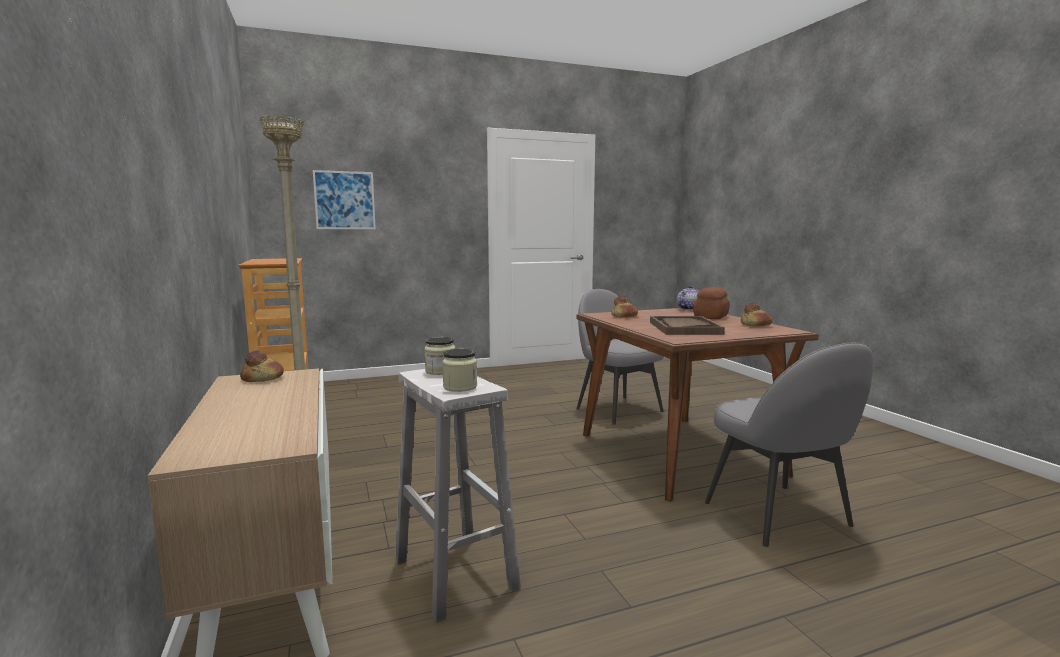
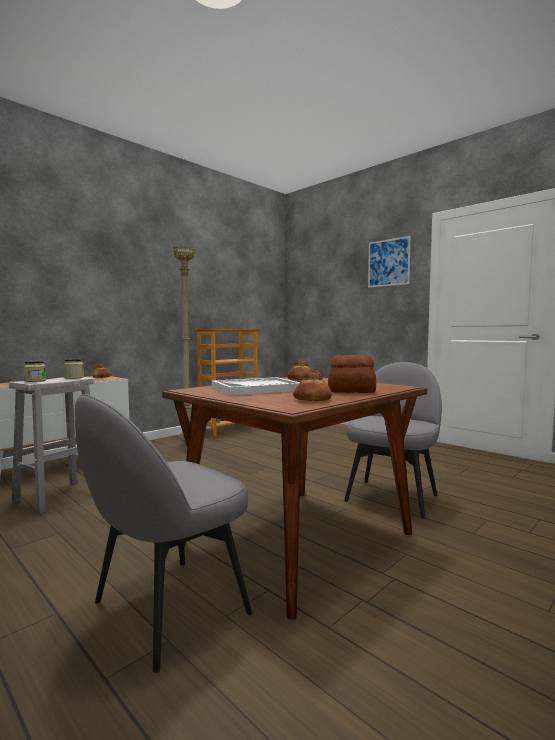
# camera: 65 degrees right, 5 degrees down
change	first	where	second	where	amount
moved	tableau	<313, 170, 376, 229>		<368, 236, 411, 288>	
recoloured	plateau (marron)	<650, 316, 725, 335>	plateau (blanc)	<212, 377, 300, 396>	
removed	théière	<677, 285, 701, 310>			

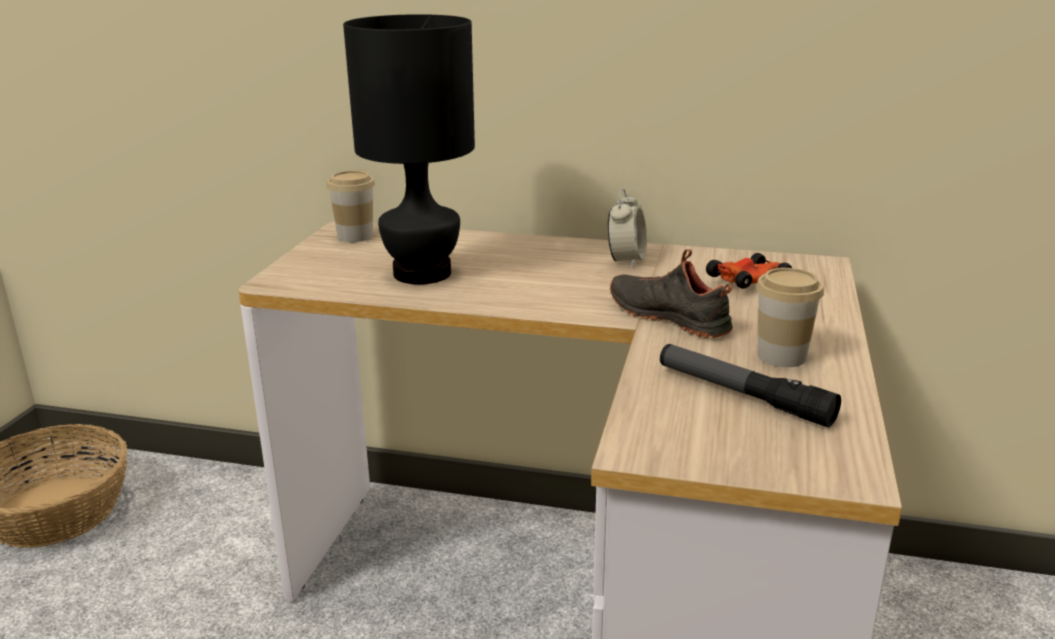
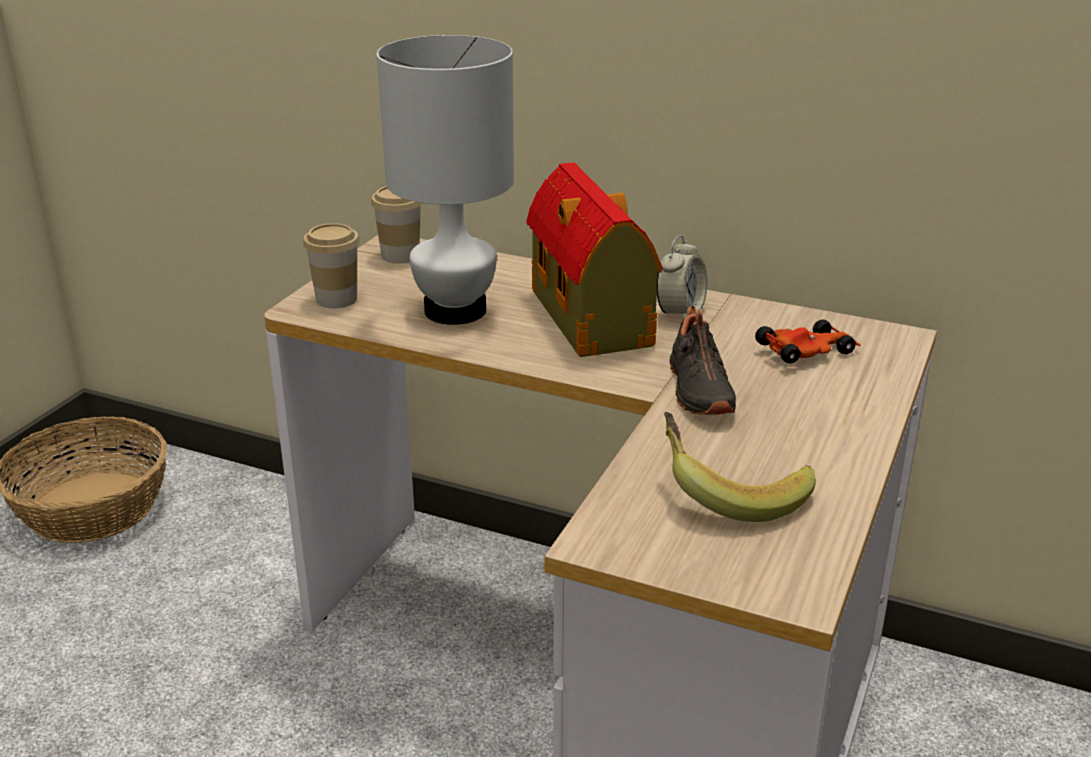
# camera: 10 degrees right, 5 degrees up
change	first	where	second	where	amount
recoloured	lampe de table (noir)	<343, 14, 475, 284>	lampe de table (blanc)	<377, 35, 514, 325>	
turned	chaussure (noir)	<610, 249, 733, 338>		<669, 306, 736, 415>	150 degrees counterclockwise
replaced	lampe de poche	<660, 344, 841, 427>	banane	<664, 412, 816, 522>	
moved	tasse	<756, 268, 824, 367>		<303, 223, 360, 308>	
added			maison miniature	<527, 162, 663, 357>	

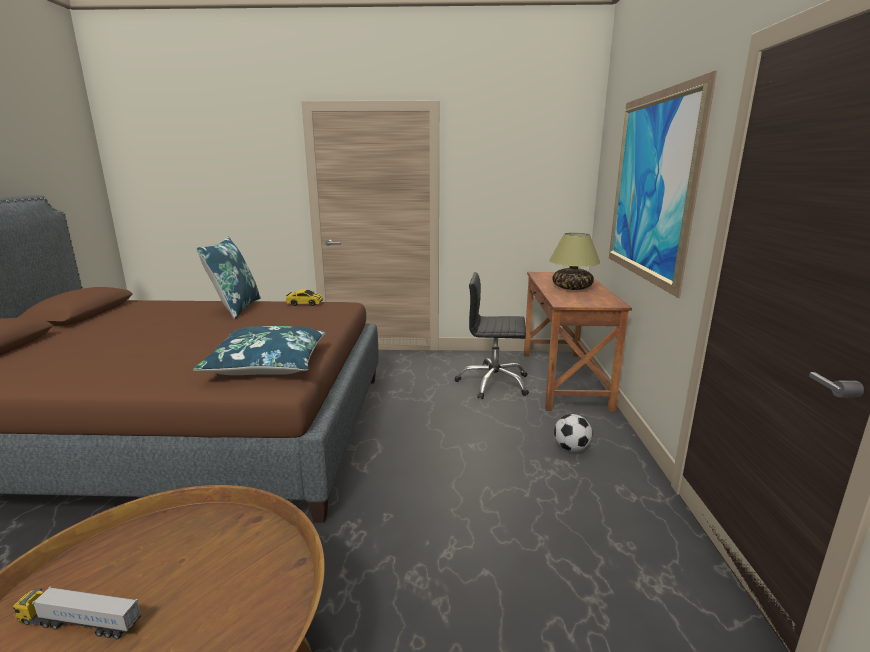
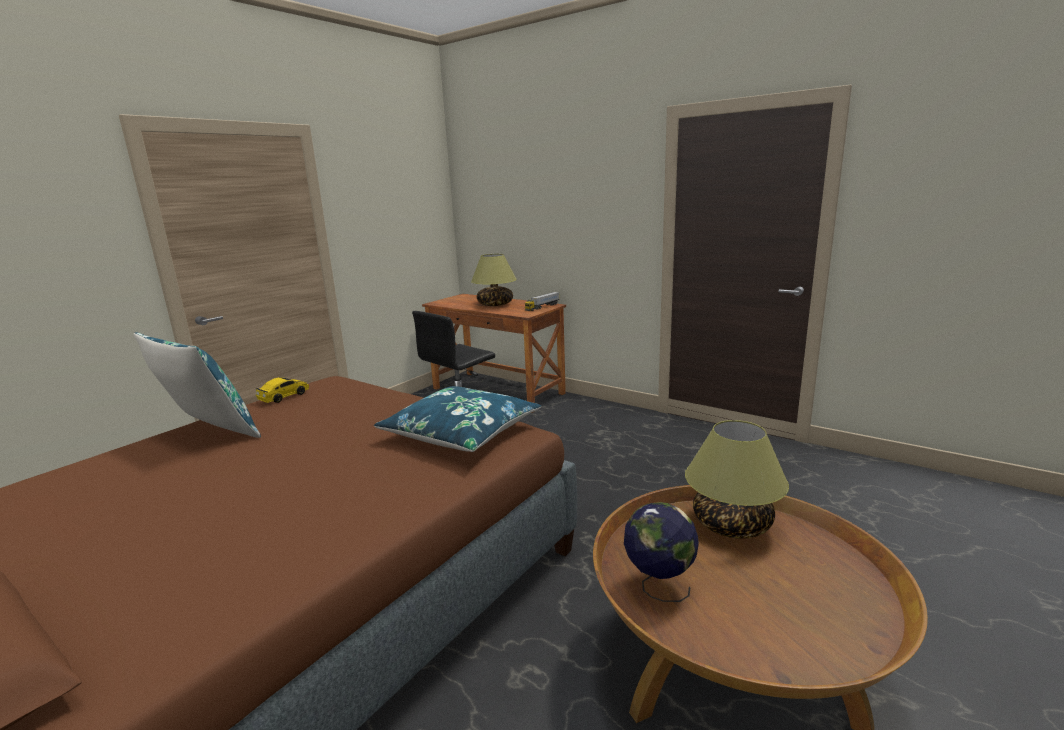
# camera: 55 degrees left, 0 degrees up
change	first	where	second	where	amount
moved	camion jouet	<12, 586, 141, 639>		<525, 292, 559, 311>	
removed	ballon de foot	<554, 414, 592, 452>			
removed	tableau	<609, 70, 717, 298>			
added			globe	<624, 502, 699, 602>	
added			lampe de table	<685, 420, 789, 539>	

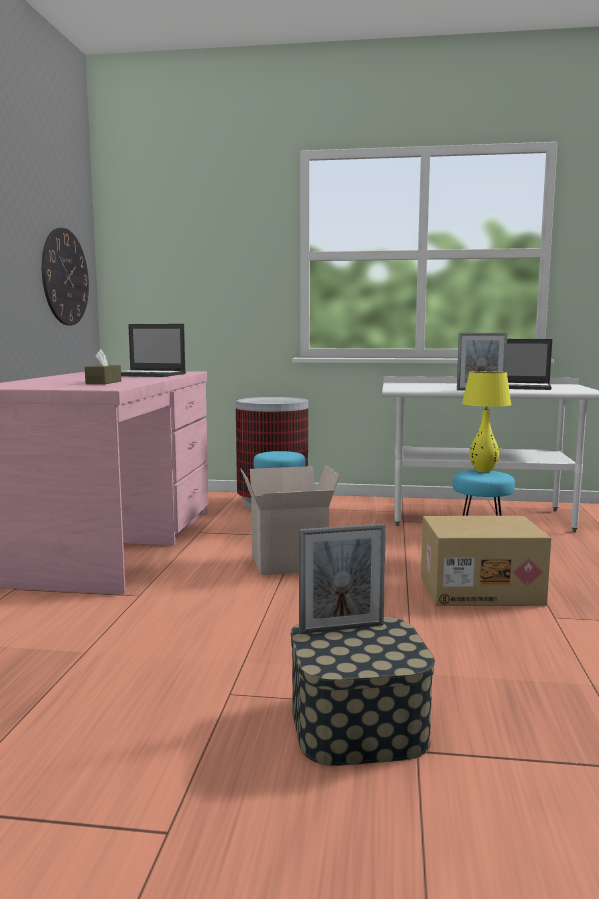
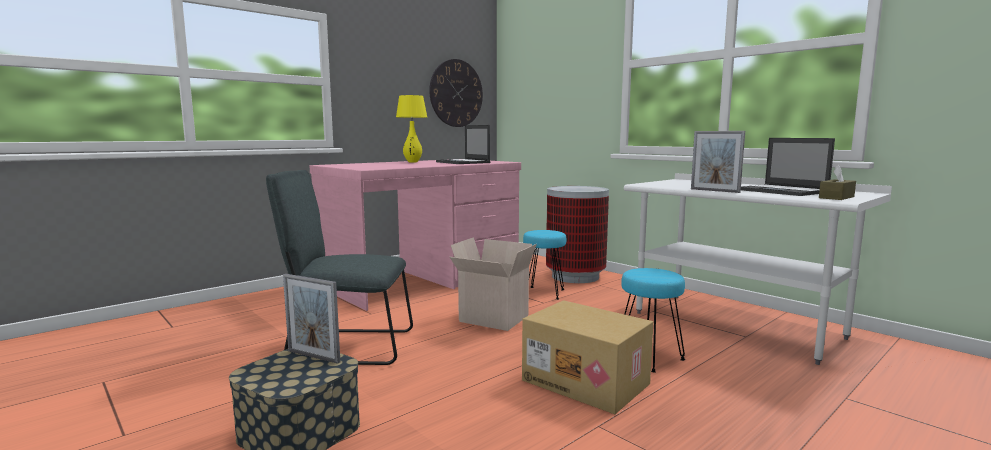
# camera: 40 degrees right, 0 degrees up
change	first	where	second	where	amount
moved	boîte à mouchoirs (marron)	<85, 349, 121, 384>		<819, 165, 856, 200>	
moved	lampe de table (jaune)	<462, 371, 511, 472>		<396, 95, 427, 163>	
added			chaise (gris)	<266, 170, 413, 365>	

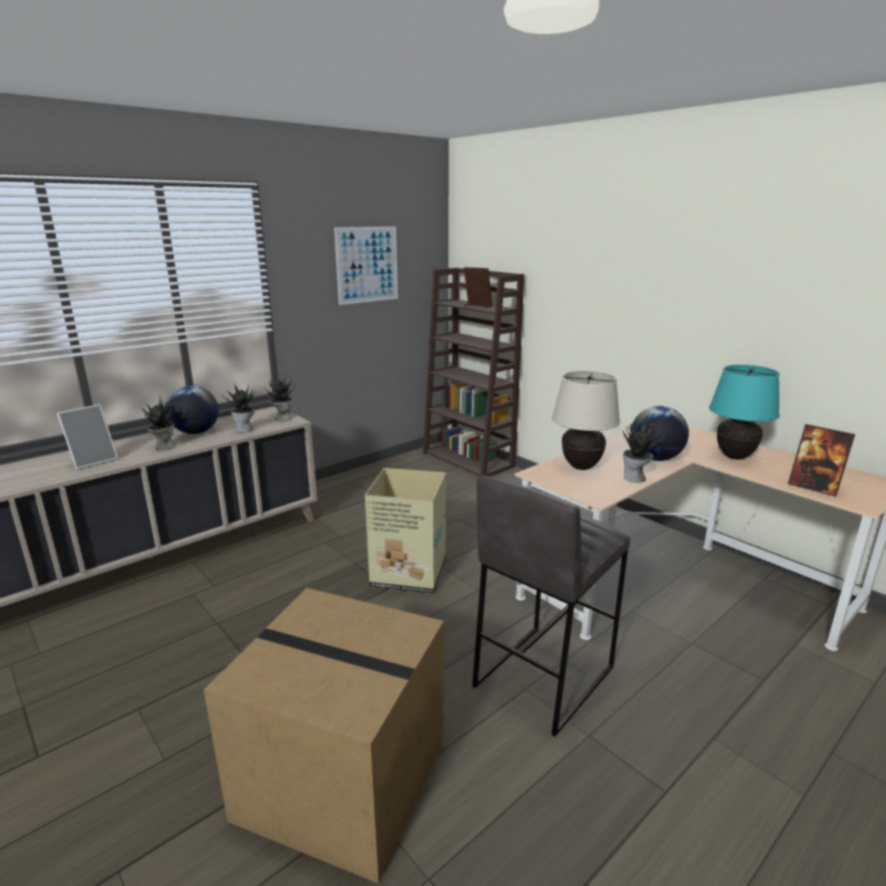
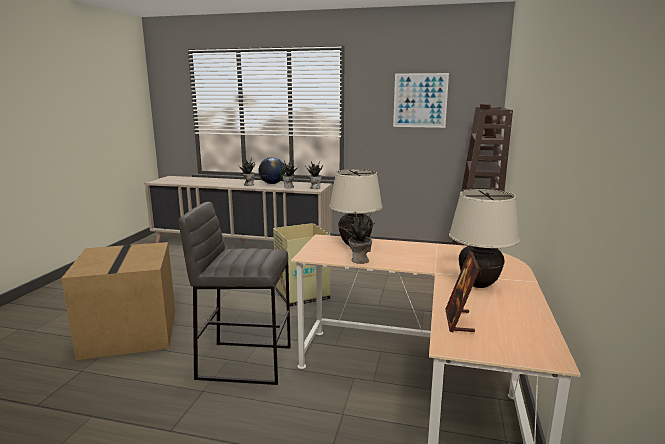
# camera: 55 degrees right, 5 degrees down
change	first	where	second	where	amount
removed	cadre photo	<57, 404, 118, 470>			
removed	globe	<630, 406, 689, 461>			
recoloured	lampe de table (turquoise)	<709, 365, 780, 460>	lampe de table (beige)	<449, 189, 520, 288>	

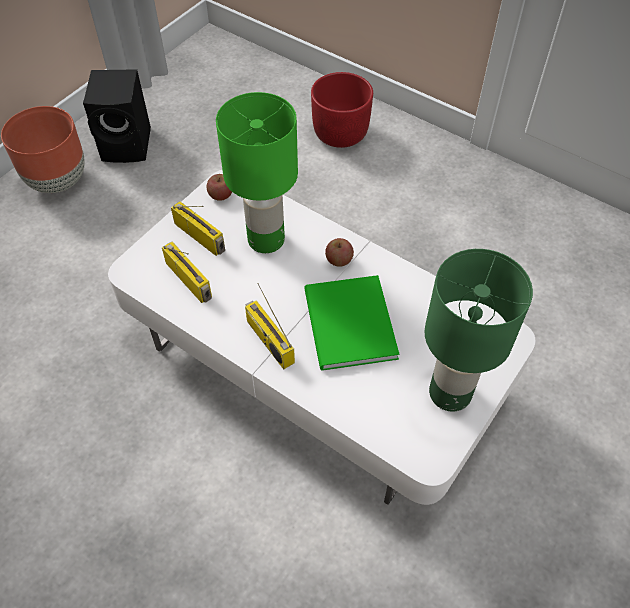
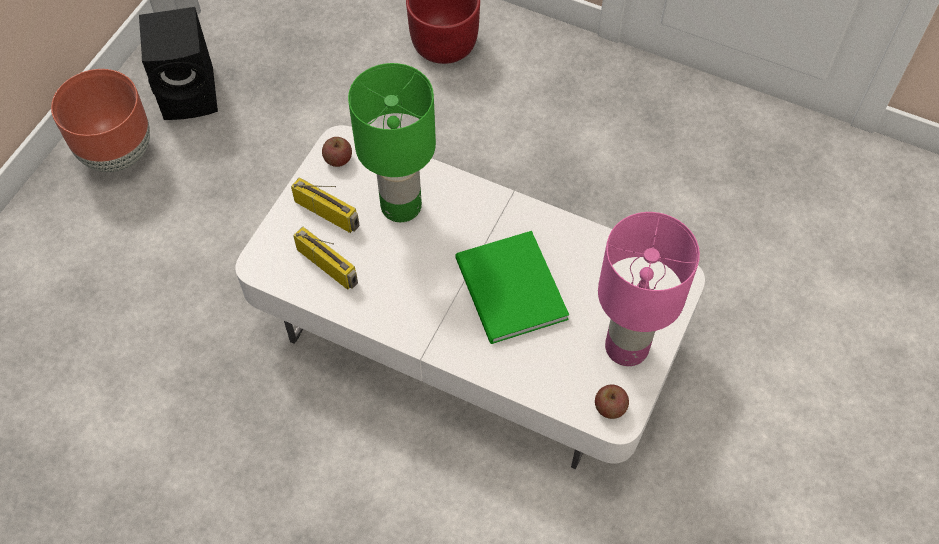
# camera: 10 degrees left, 5 degrees up
change	first	where	second	where	amount
removed	radio	<245, 283, 295, 370>			
moved	pomme	<325, 238, 354, 267>		<595, 384, 629, 419>	
recoloured	lampe de table (vert)	<424, 249, 533, 412>	lampe de table (rose)	<598, 212, 700, 366>	

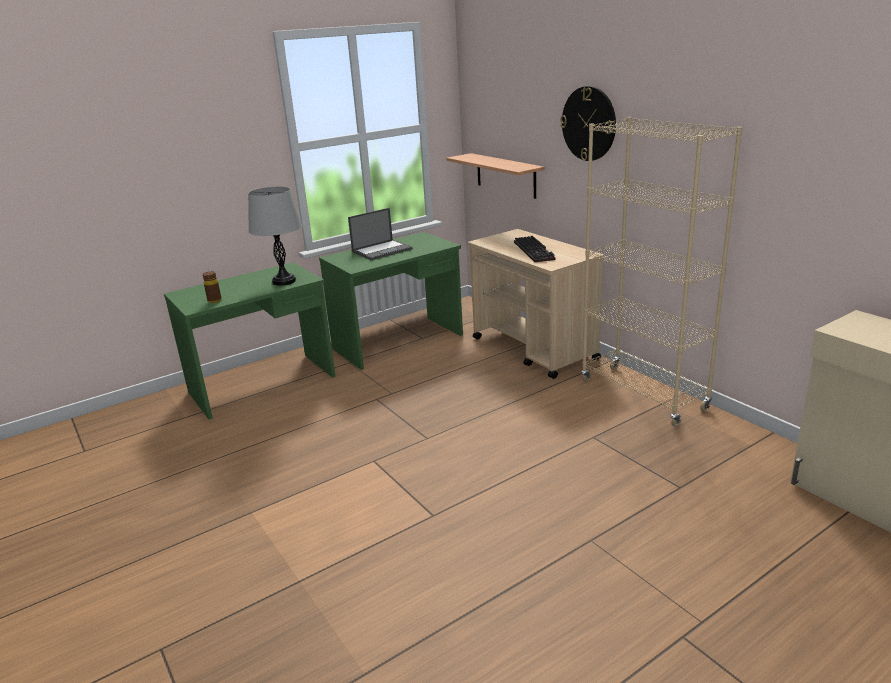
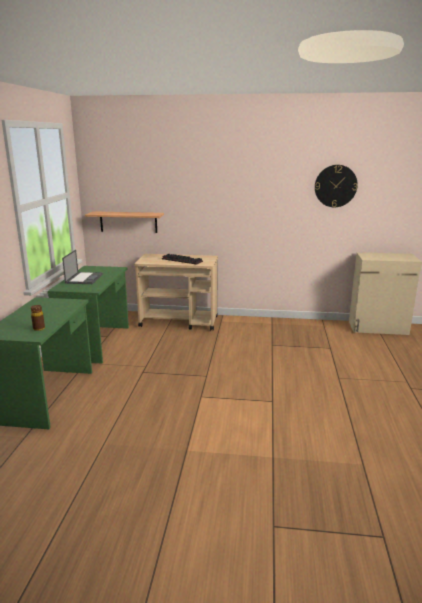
# camera: 50 degrees left, 5 degrees down
change	first	where	second	where	amount
removed	lampe de table (gris)	<248, 186, 302, 286>			
moved	horloge murale	<560, 86, 616, 161>		<315, 165, 358, 207>	
removed	bibliothèque (beige)	<581, 117, 743, 427>			

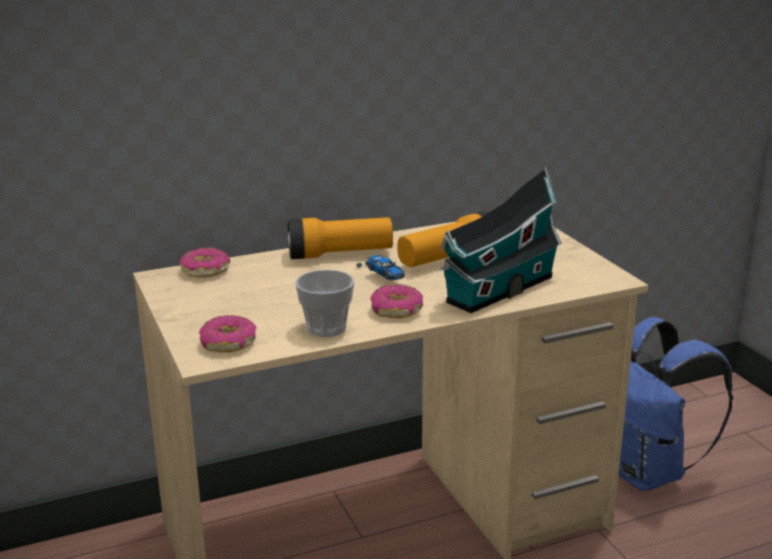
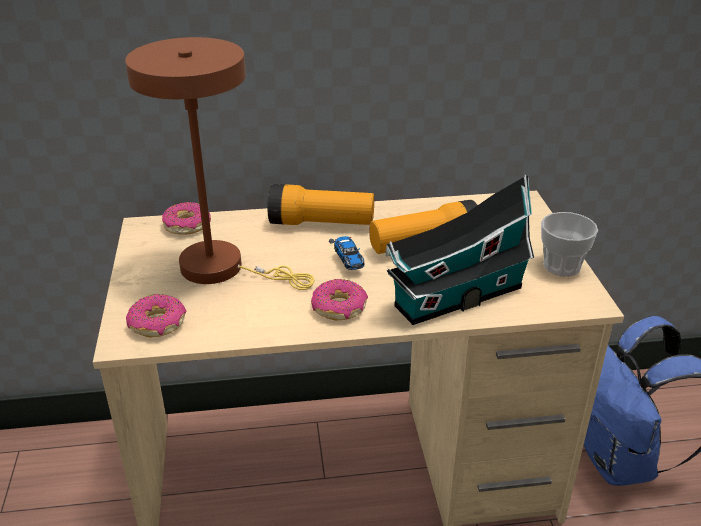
# camera: 15 degrees right, 10 degrees up
change	first	where	second	where	amount
moved	tasse	<295, 270, 354, 337>		<541, 212, 598, 277>	
added			lampe de table (marron)	<125, 37, 314, 290>	

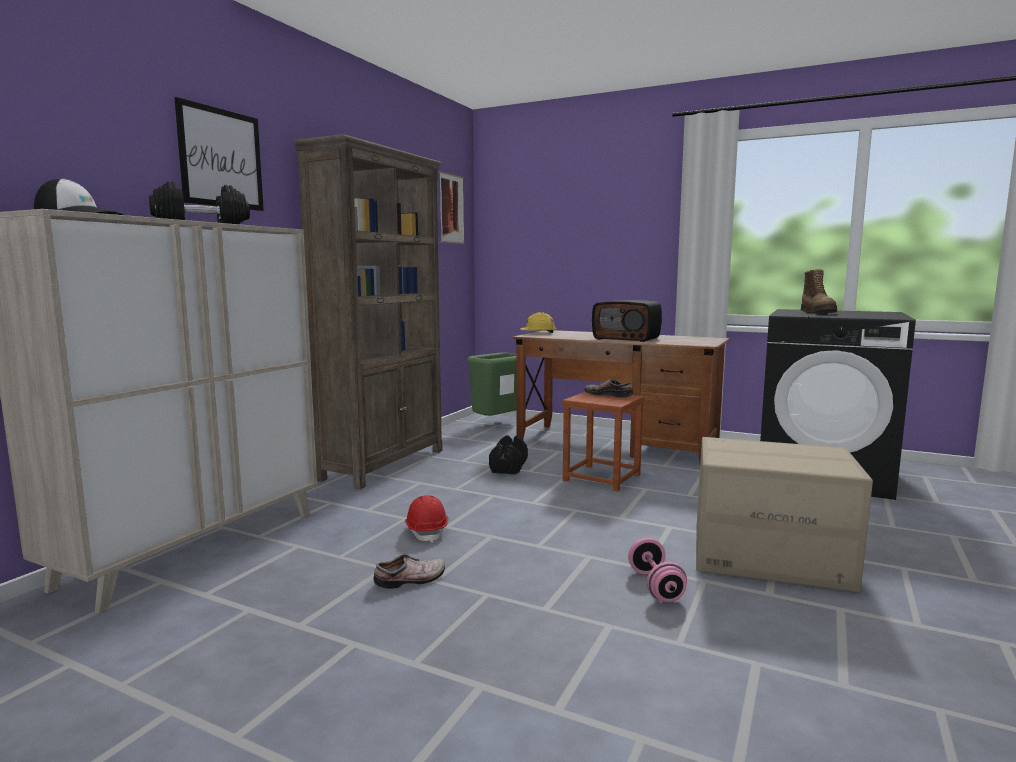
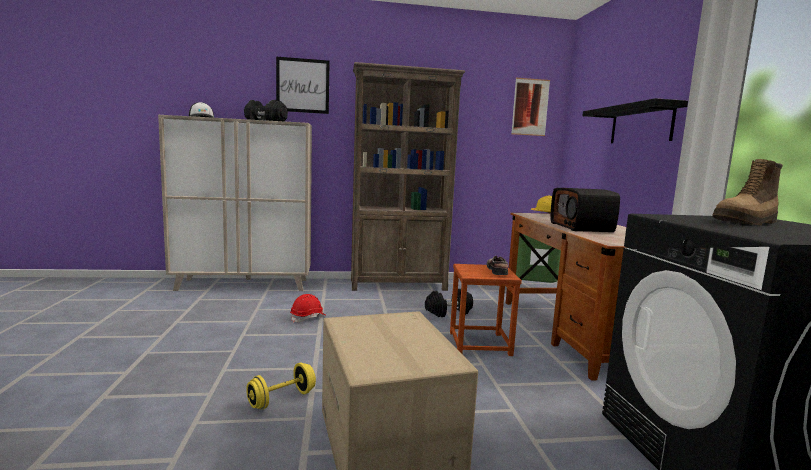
# camera: 55 degrees right, 0 degrees up
change	first	where	second	where	amount
removed	chaussure	<374, 554, 445, 589>			
recoloured	haltère (rose)	<628, 538, 687, 602>	haltère (jaune)	<246, 363, 316, 409>	
added			étagère (noir)	<583, 98, 688, 143>	

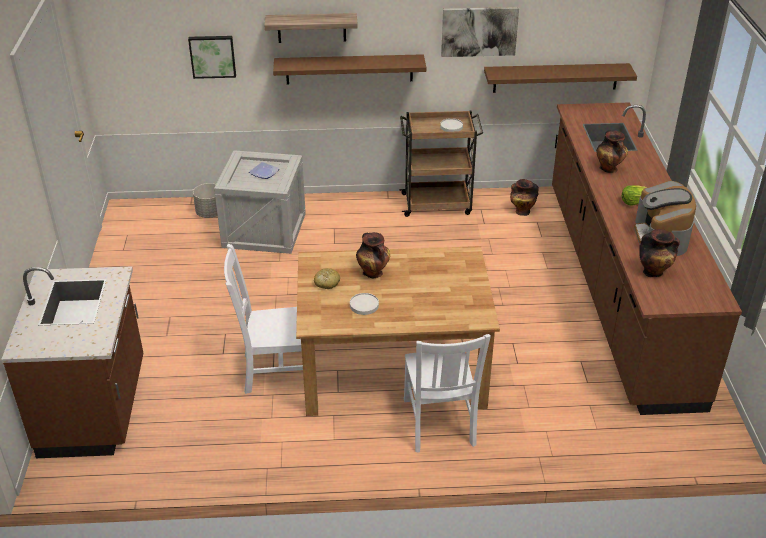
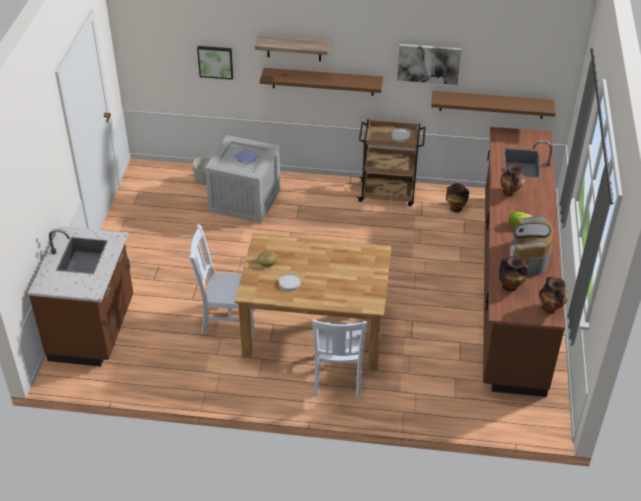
# camera: 10 degrees right, 5 degrees up
change	first	where	second	where	amount
moved	vase	<356, 232, 390, 278>		<539, 277, 568, 313>	

